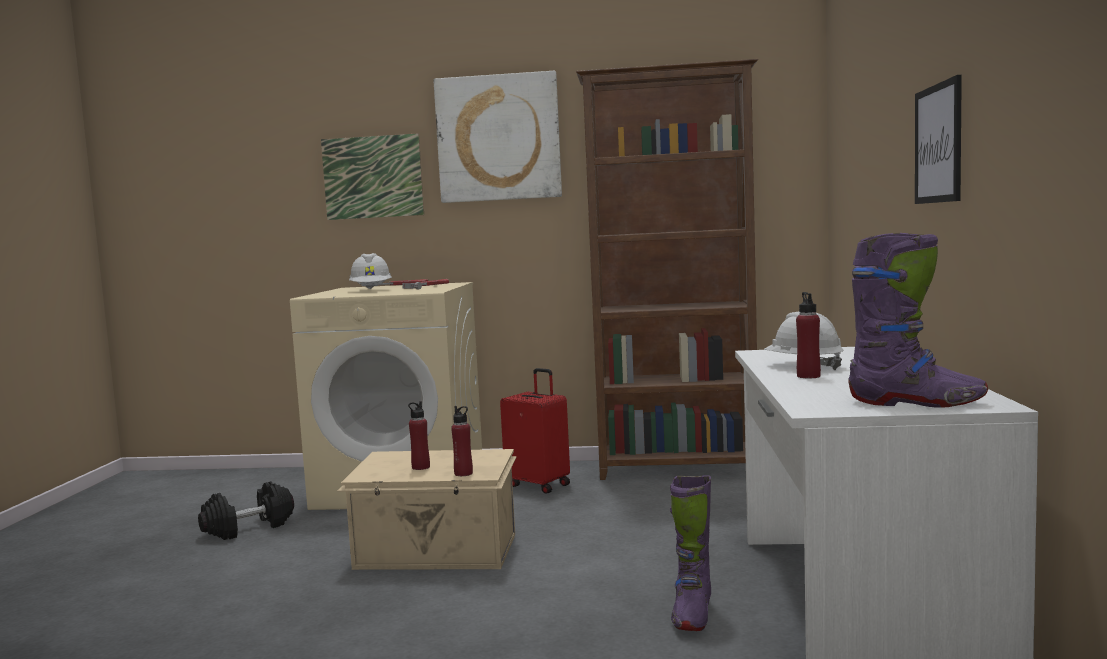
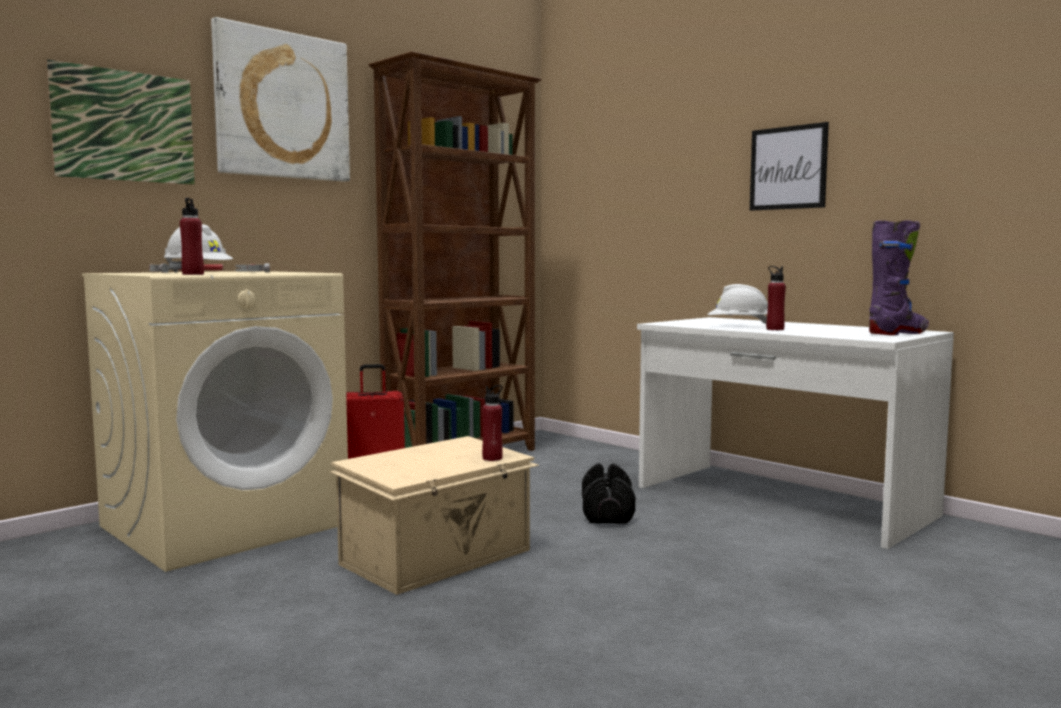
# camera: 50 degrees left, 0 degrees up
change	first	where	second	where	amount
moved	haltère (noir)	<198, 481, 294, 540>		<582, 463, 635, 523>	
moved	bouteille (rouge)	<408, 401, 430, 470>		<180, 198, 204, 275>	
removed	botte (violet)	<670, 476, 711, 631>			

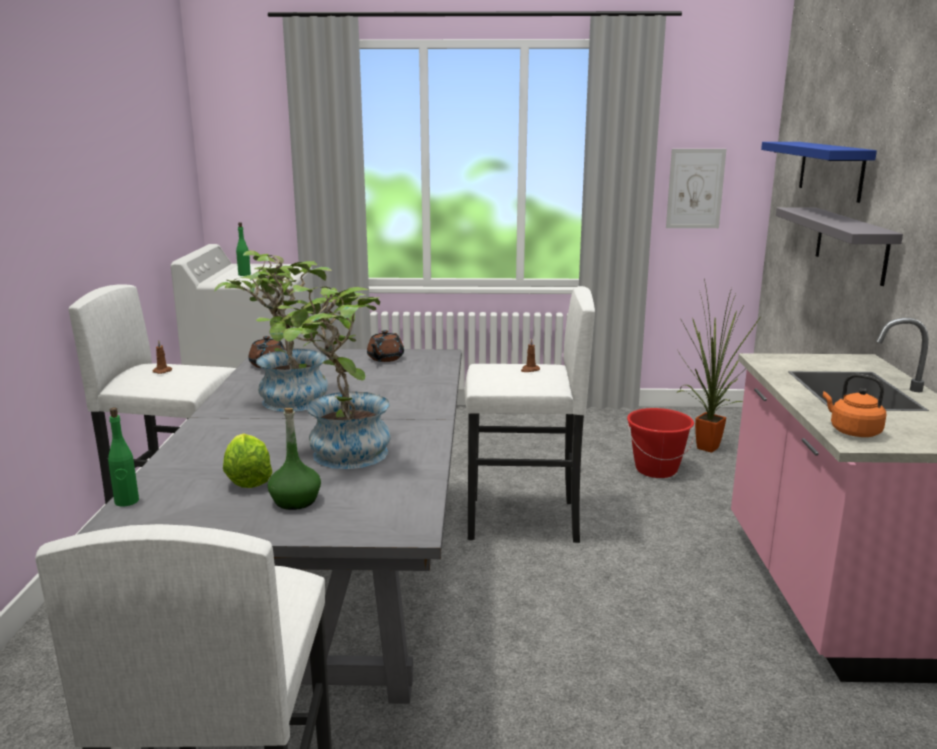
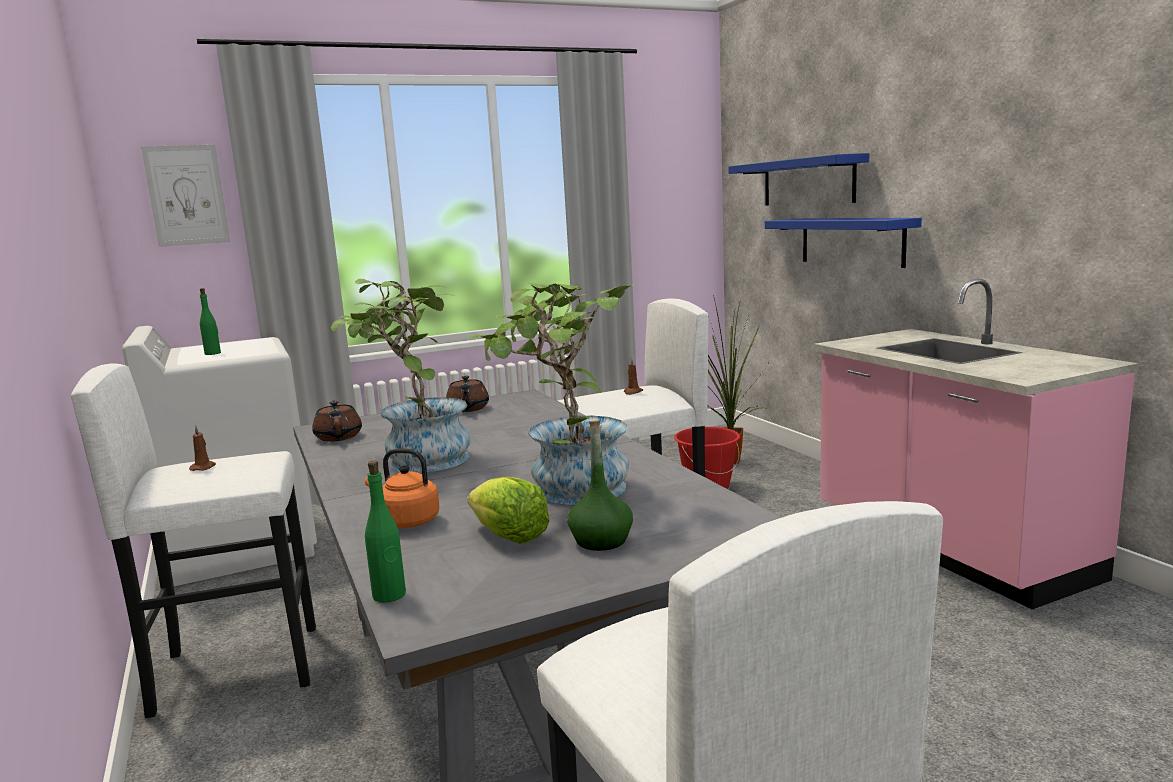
# camera: 25 degrees left, 5 degrees down
change	first	where	second	where	amount
moved	tableau	<666, 149, 726, 228>		<141, 145, 230, 247>	
recoloured	étagère (gris)	<776, 207, 903, 286>	étagère (bleu)	<765, 218, 922, 268>	
moved	bouilloire (orange)	<823, 374, 887, 437>		<365, 448, 439, 528>	

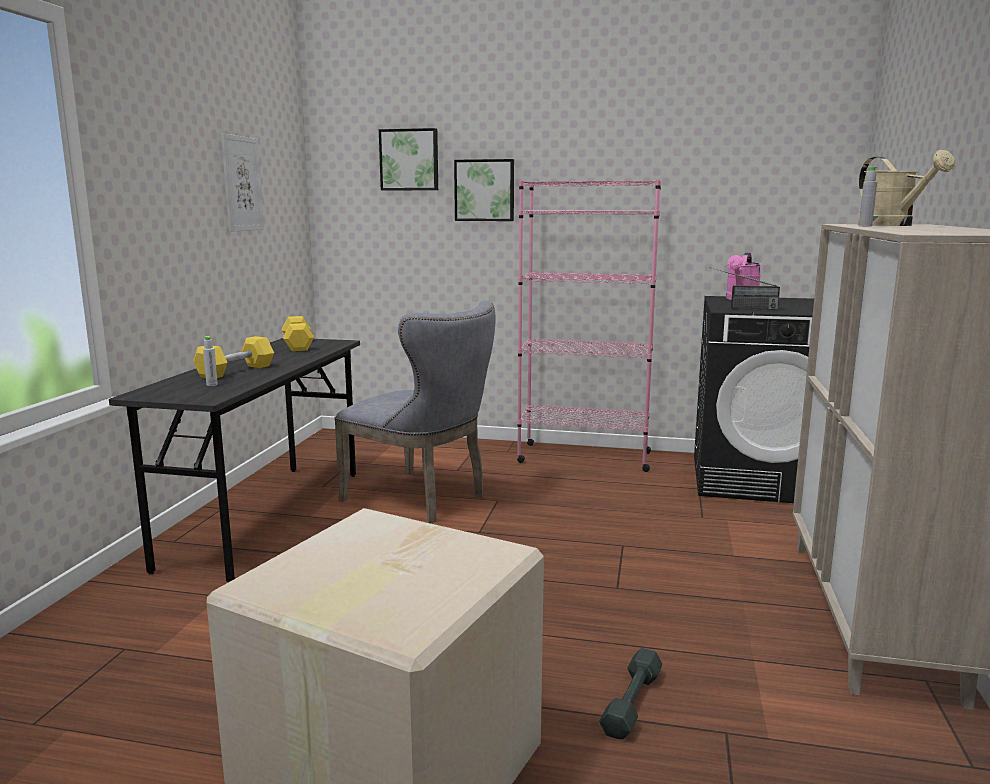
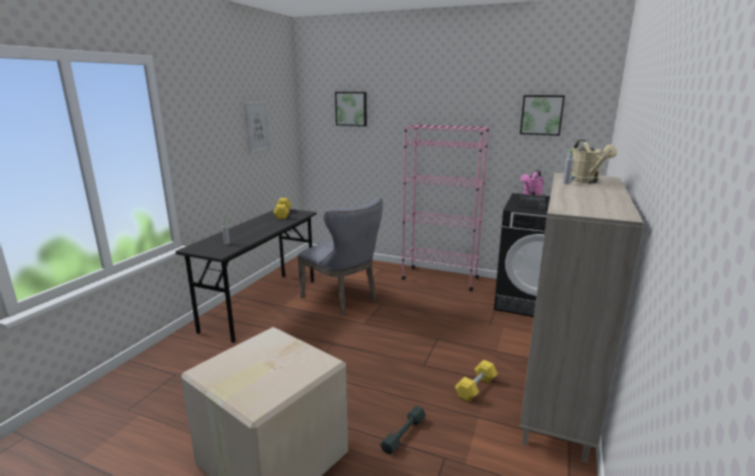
# camera: 10 degrees right, 5 degrees up
change	first	where	second	where	amount
moved	haltère (jaune)	<193, 336, 274, 378>		<455, 360, 498, 402>	
moved	tableau	<454, 159, 514, 221>		<520, 95, 565, 136>	

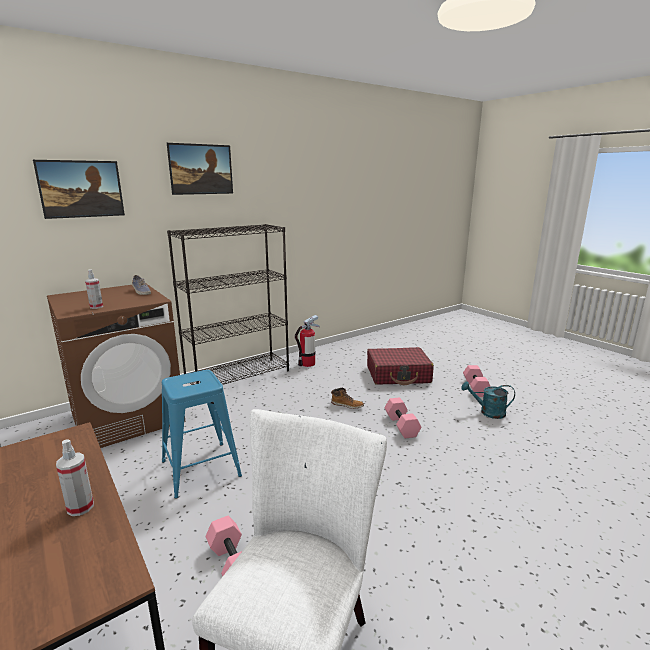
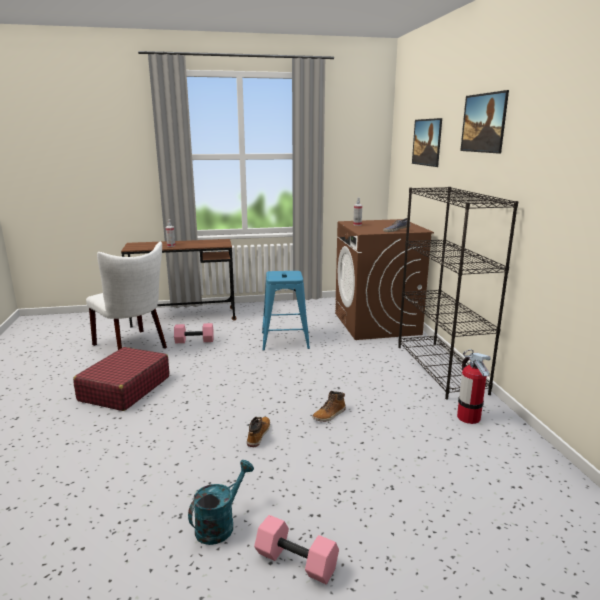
# camera: 115 degrees right, 0 degrees up
change	first	where	second	where	amount
moved	valise (rouge)	<367, 347, 434, 385>		<73, 347, 169, 411>	
replaced	haltère (rose)	<384, 397, 421, 439>	botte	<247, 417, 270, 447>	

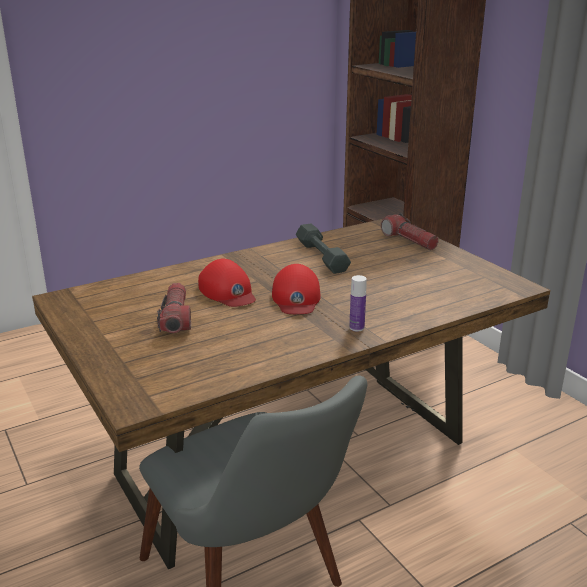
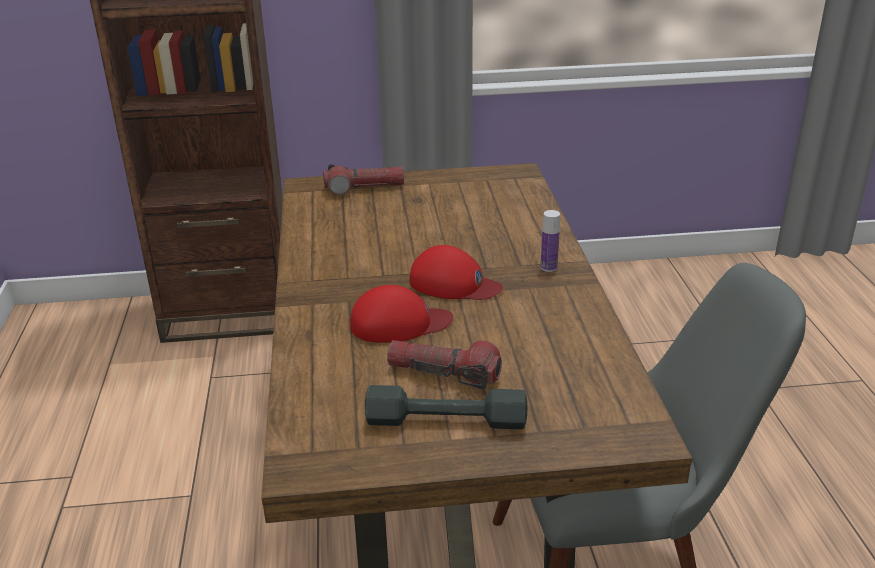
# camera: 65 degrees left, 5 degrees up
change	first	where	second	where	amount
moved	haltère (gris)	<296, 224, 351, 274>		<365, 385, 527, 429>	

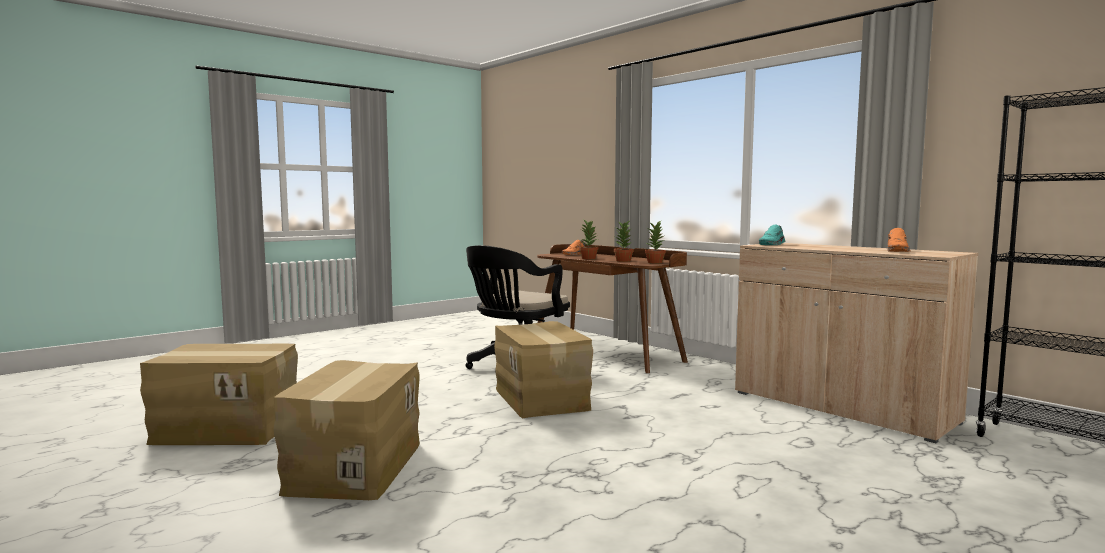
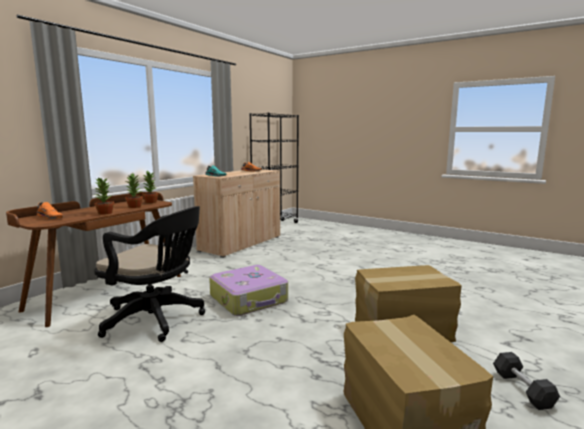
# camera: 105 degrees left, 5 degrees up
change	first	where	second	where	amount
replaced	carton	<494, 321, 593, 419>	valise	<209, 265, 288, 316>	
added			haltère (gris)	<493, 352, 560, 410>	

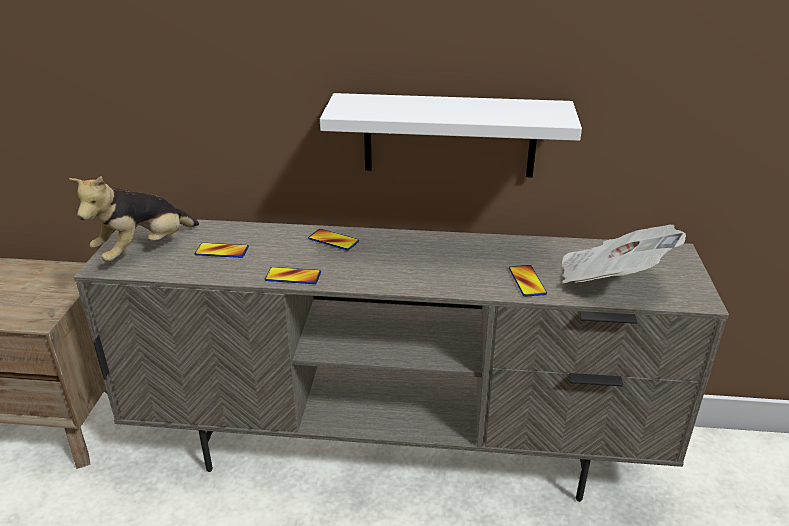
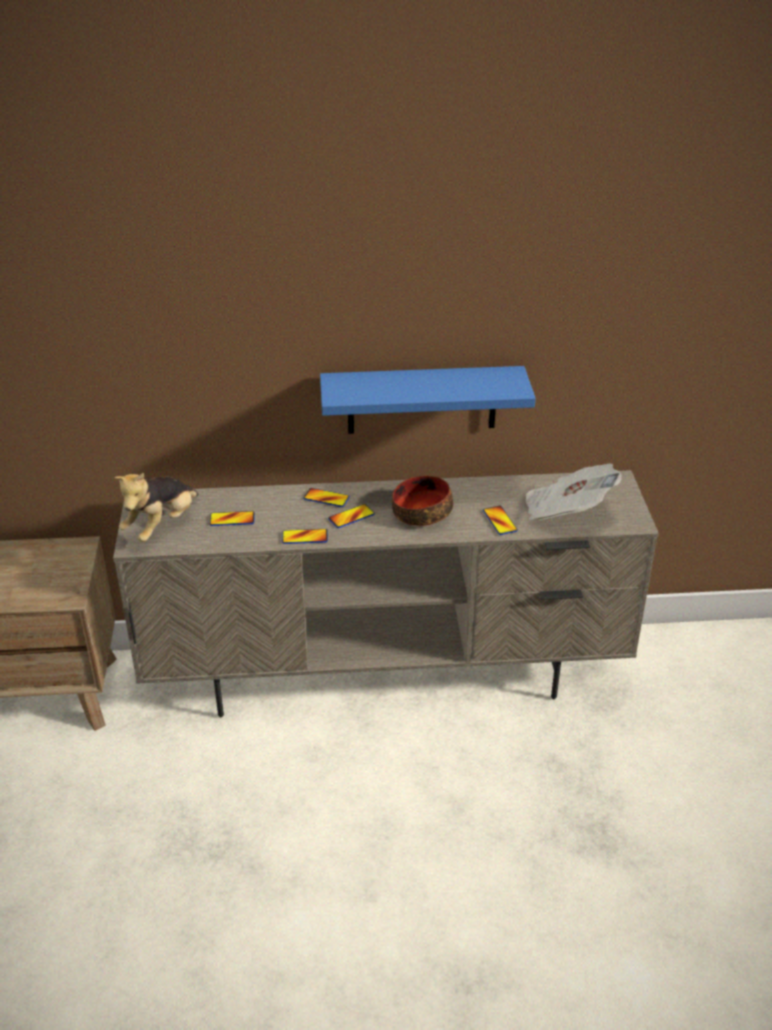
# camera: 10 degrees left, 5 degrees up
change	first	where	second	where	amount
recoloured	étagère (blanc)	<320, 93, 582, 178>	étagère (bleu)	<320, 366, 536, 434>	
added			téléphone	<328, 504, 375, 528>	
added			bol	<392, 475, 453, 526>	

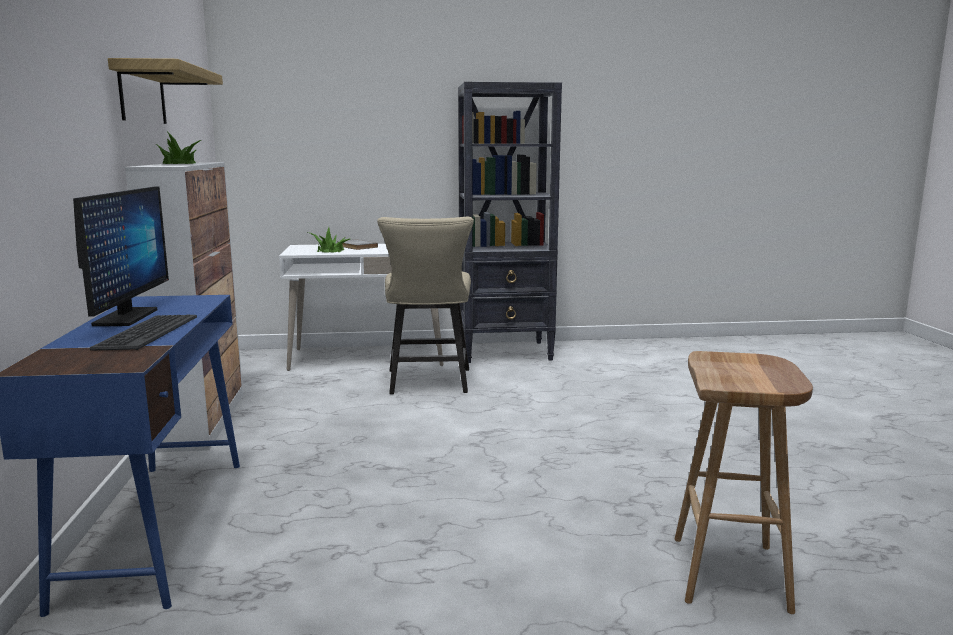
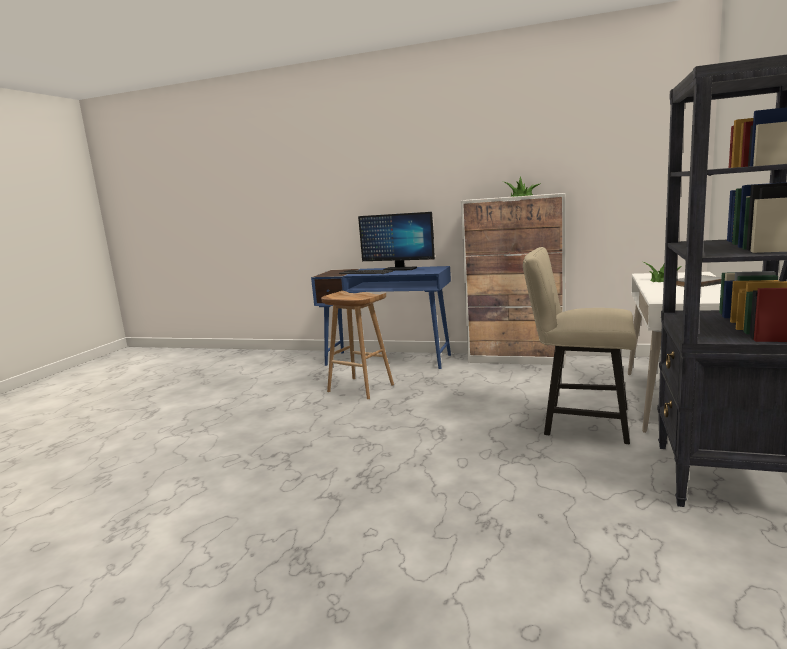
# camera: 115 degrees right, 0 degrees up
change	first	where	second	where	amount
removed	étagère	<108, 58, 223, 124>			
moved	tabouret (marron)	<674, 351, 813, 614>		<321, 291, 394, 399>	

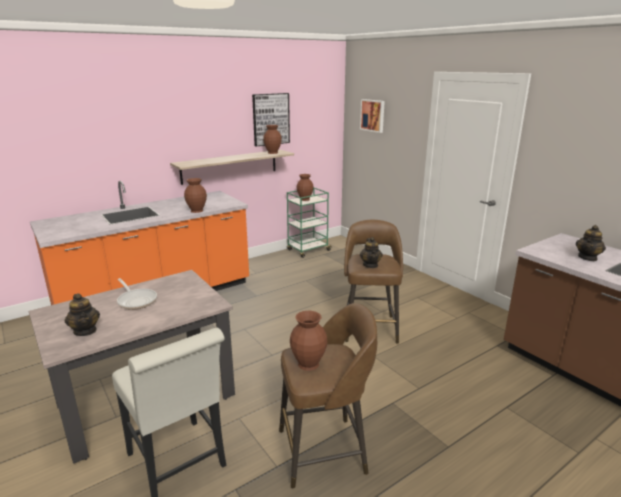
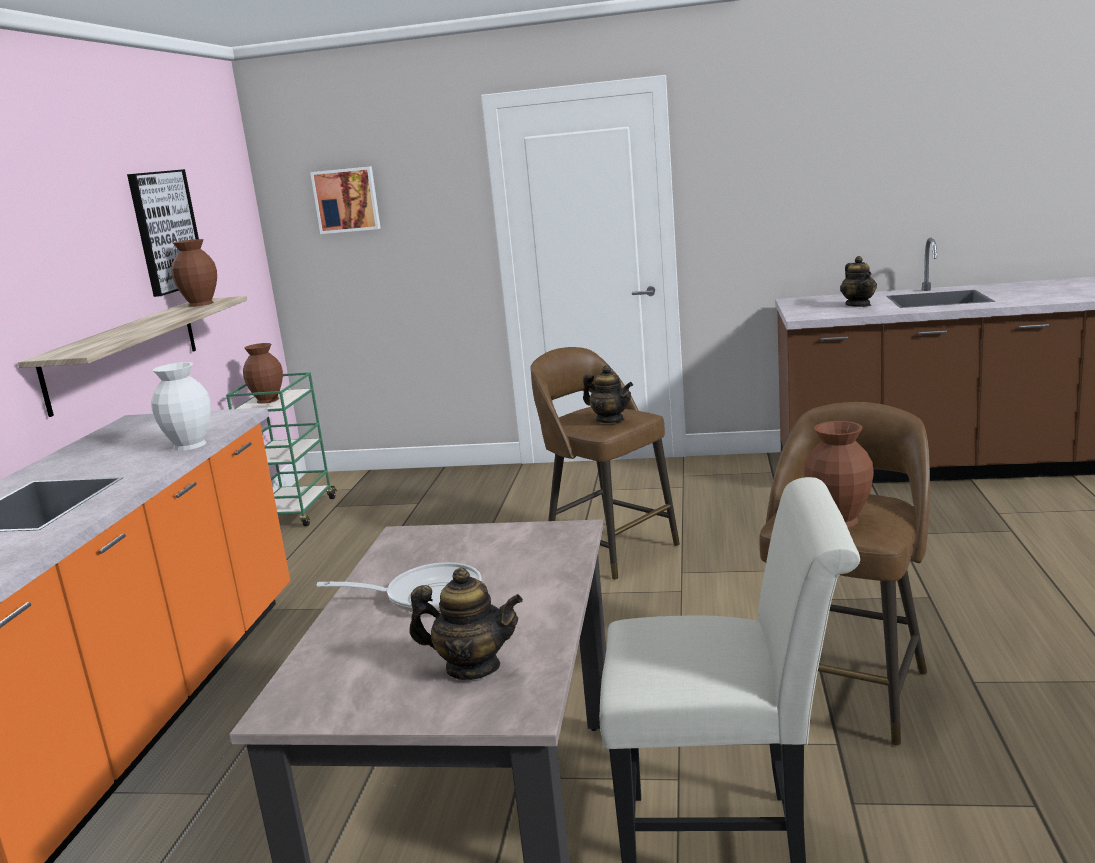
# camera: 45 degrees left, 5 degrees down
change	first	where	second	where	amount
recoloured	vase (marron)	<184, 178, 207, 213>	vase (blanc)	<151, 362, 211, 451>	

